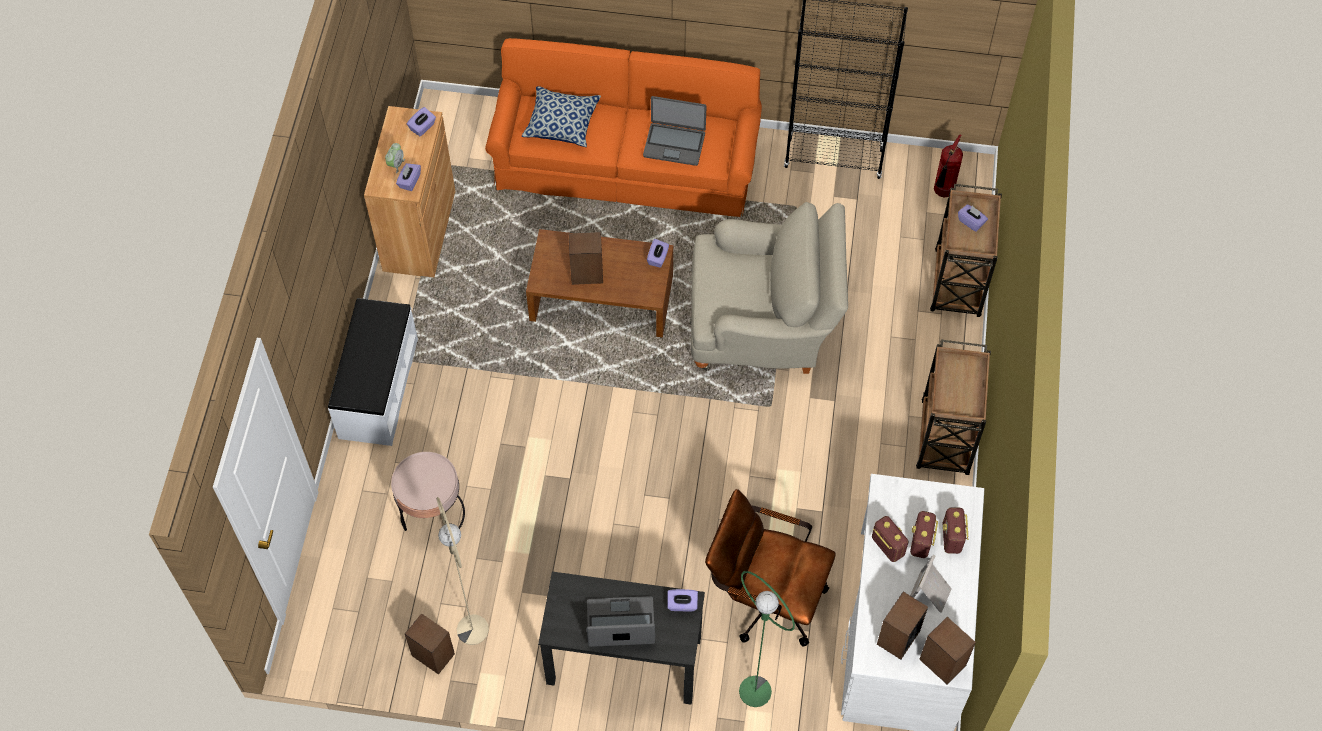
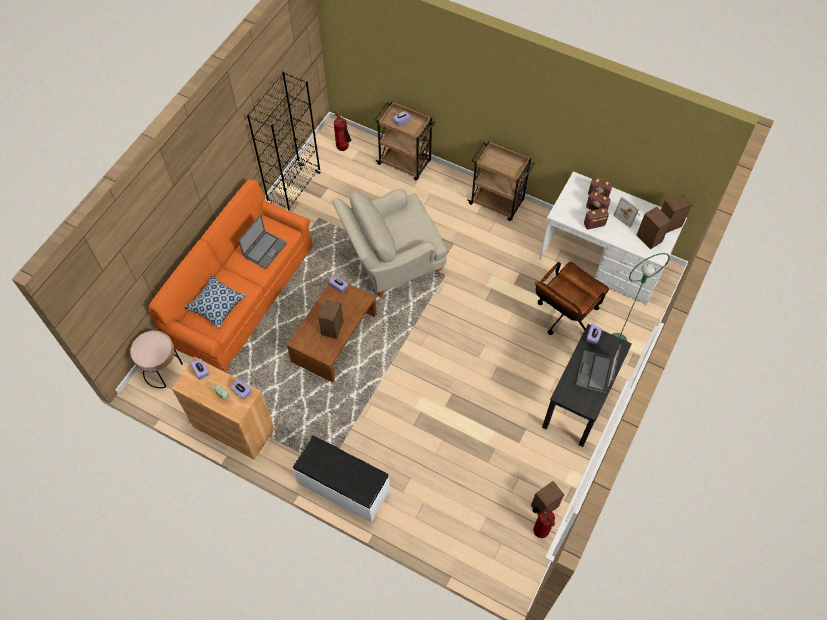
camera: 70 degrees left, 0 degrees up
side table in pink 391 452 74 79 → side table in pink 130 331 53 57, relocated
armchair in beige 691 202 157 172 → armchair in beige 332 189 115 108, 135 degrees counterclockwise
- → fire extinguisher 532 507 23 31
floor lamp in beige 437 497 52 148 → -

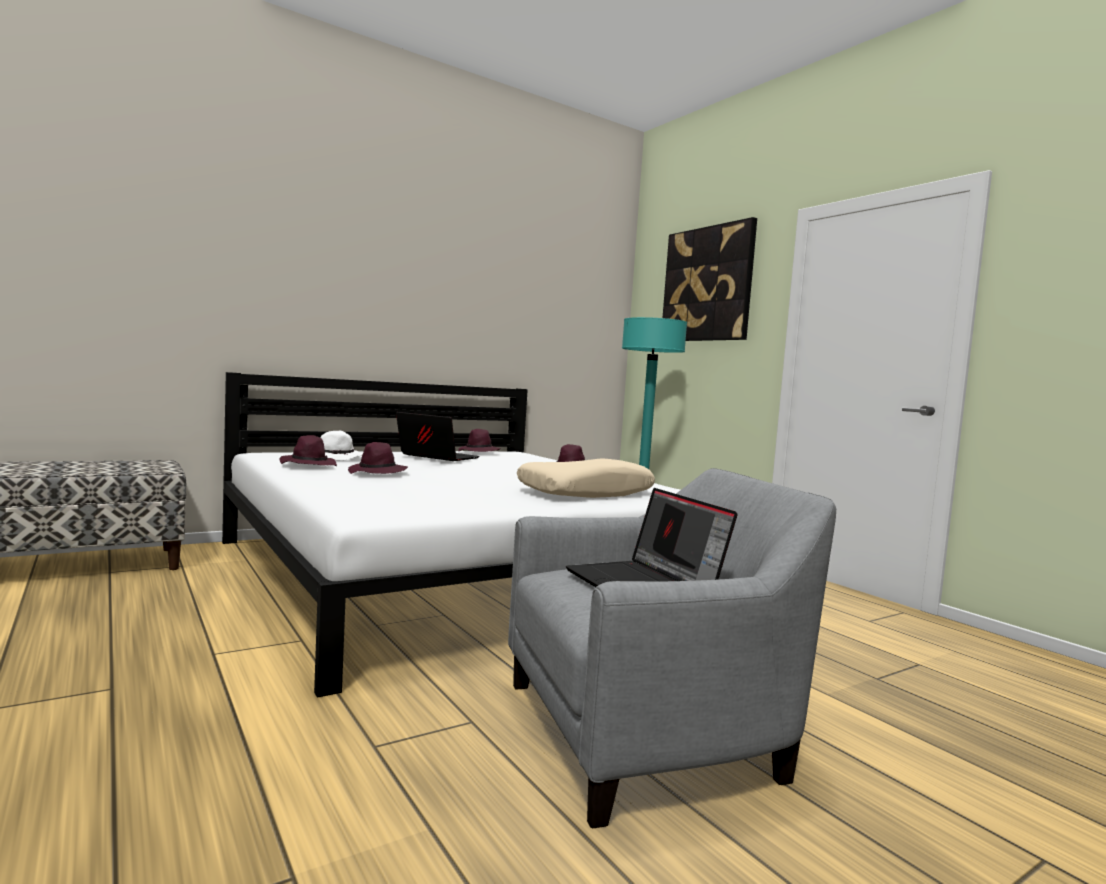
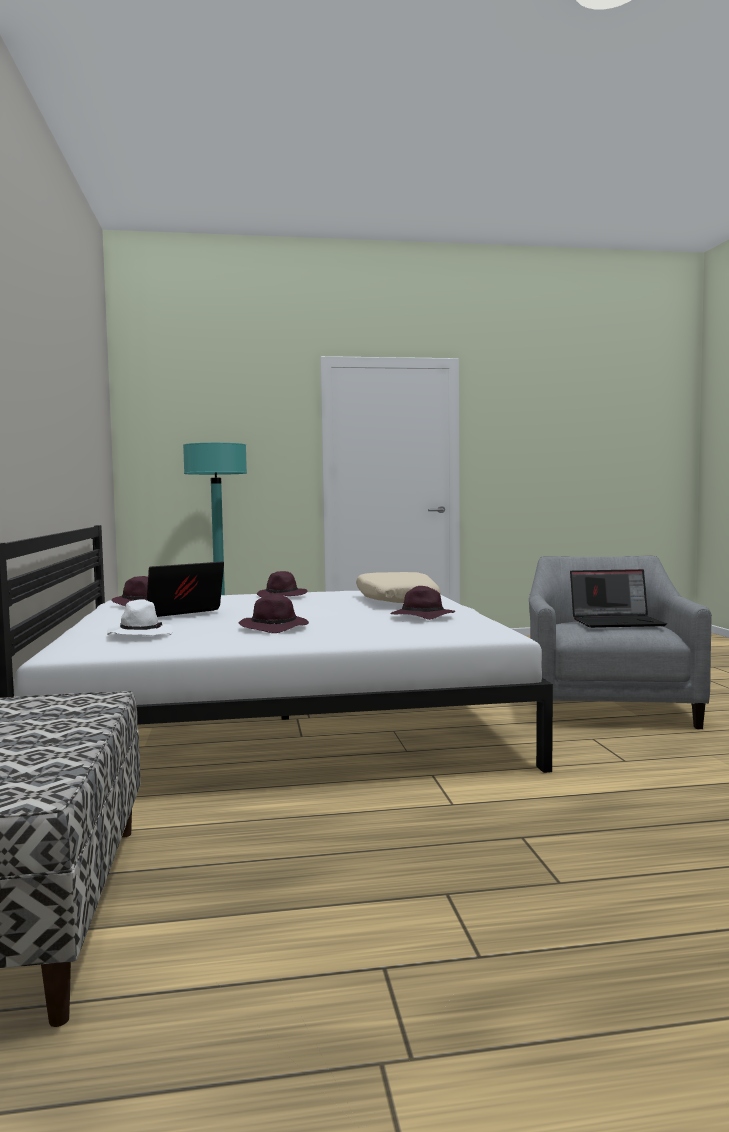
camera: 65 degrees left, 0 degrees up
hat in purple 280 435 57 31 → hat in purple 390 586 66 34, relocated
picture 662 217 95 124 → -

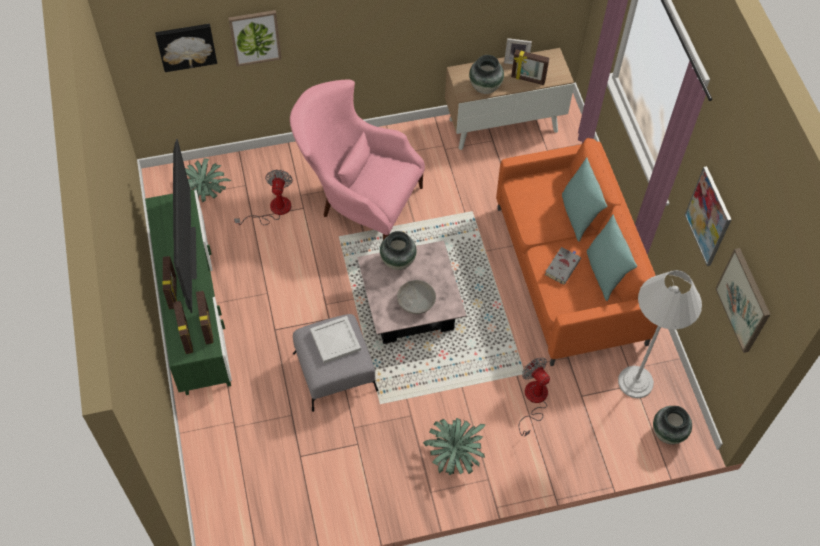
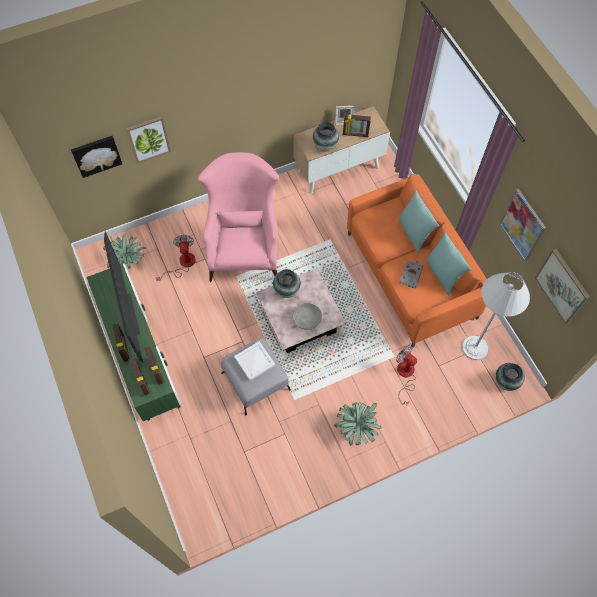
camera: 10 degrees left, 5 degrees up
armchair in pink 290 80 135 160 → armchair in pink 198 152 81 130, 75 degrees clockwise

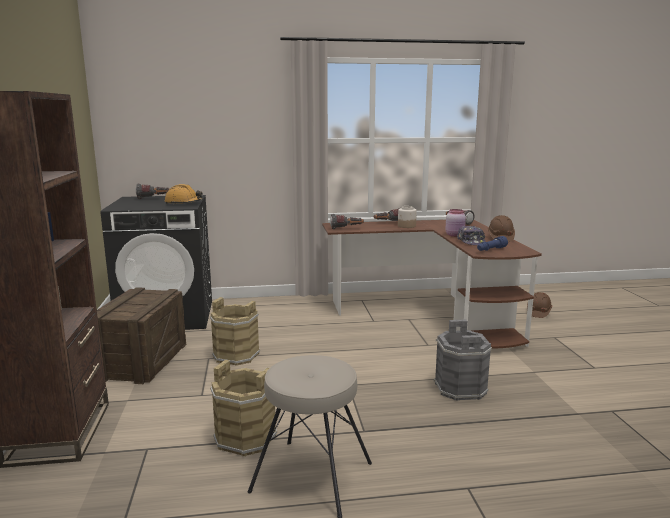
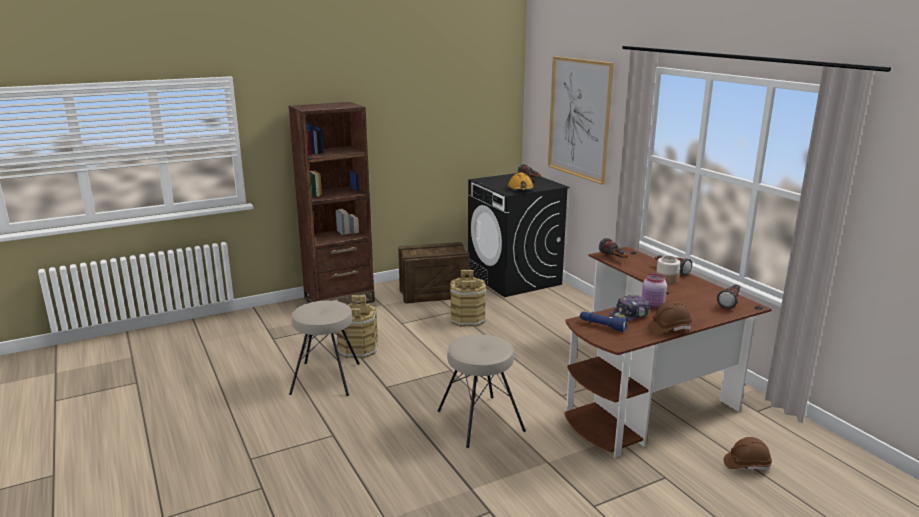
camera: 70 degrees right, 5 degrees up
bucket in grey 434 319 58 82 → stool in beige 438 334 88 114
- → picture 548 56 65 129

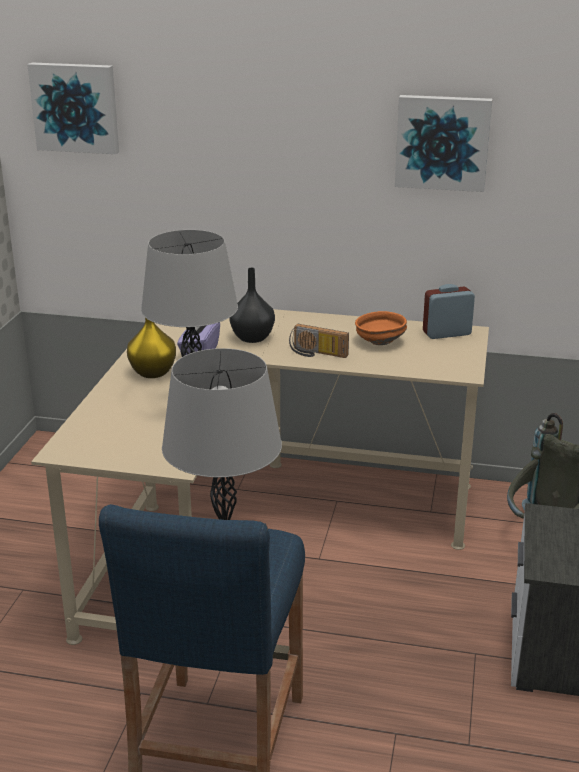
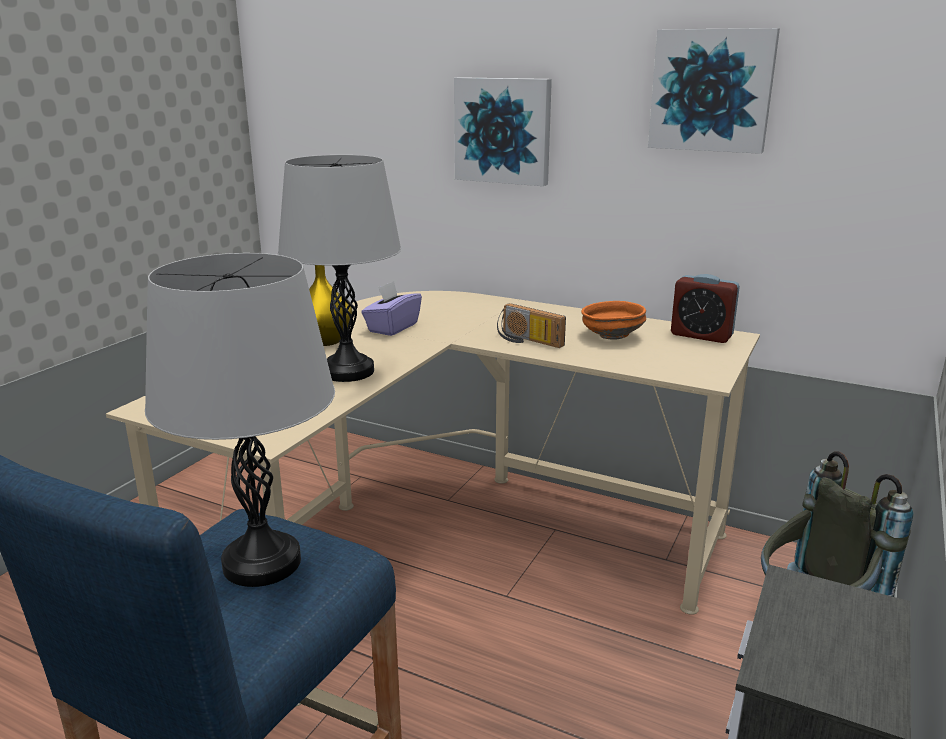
camera: 15 degrees right, 5 degrees down
picture 27 63 92 91 → picture 454 77 98 109, relocated
alarm clock 423 284 52 55 → alarm clock 671 274 69 69, 150 degrees counterclockwise
vase in black 229 268 46 75 → -

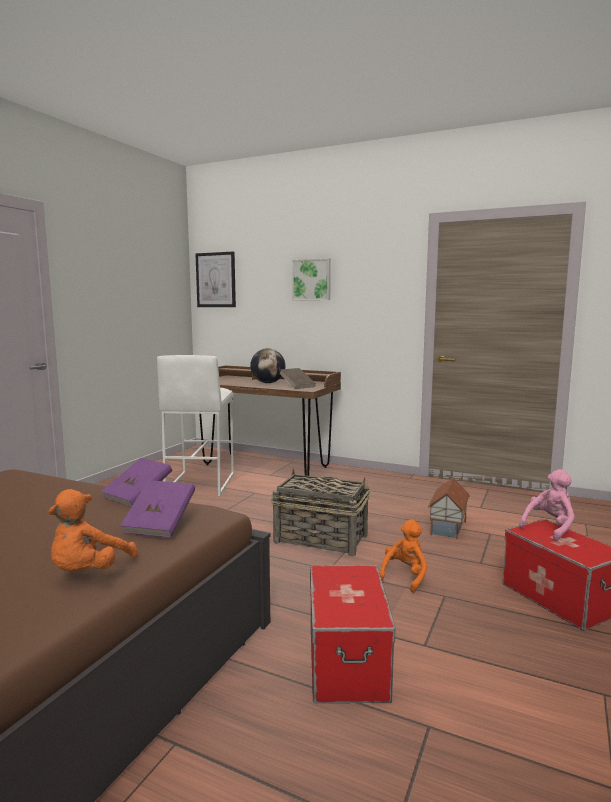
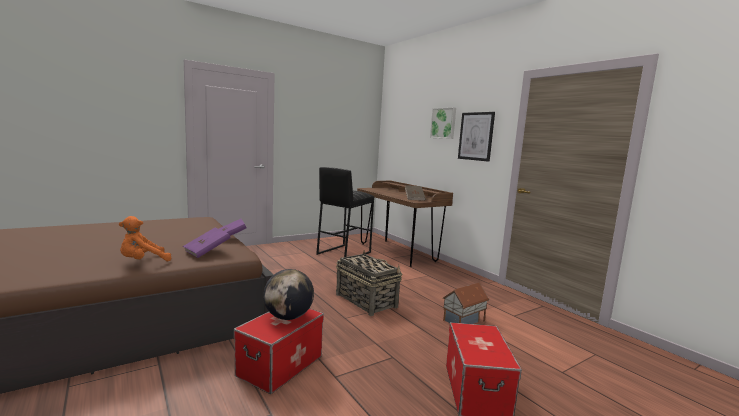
camera: 30 degrees right, 0 degrees up
globe 250 348 35 35 → globe 263 269 51 51, relocated
stool in white 157 355 77 141 → stool in black 316 167 58 90
picture 195 251 41 56 → picture 458 112 37 50, relocated
plush toy in orange 380 520 47 73 → -
plush toy in pink 519 469 56 72 → -

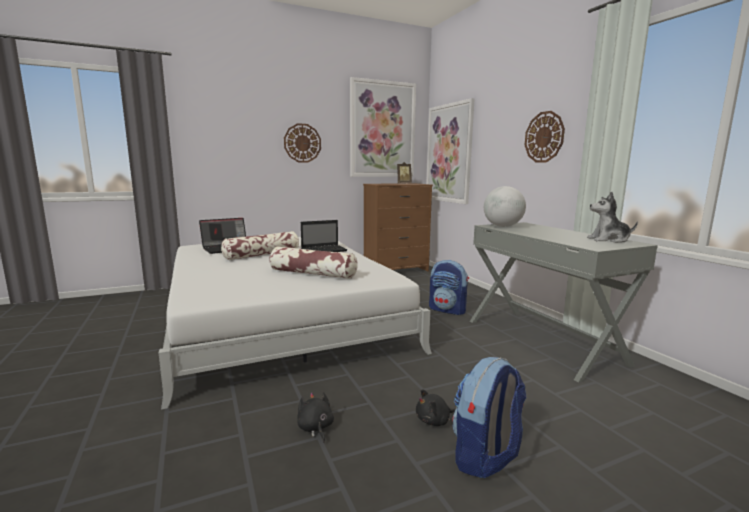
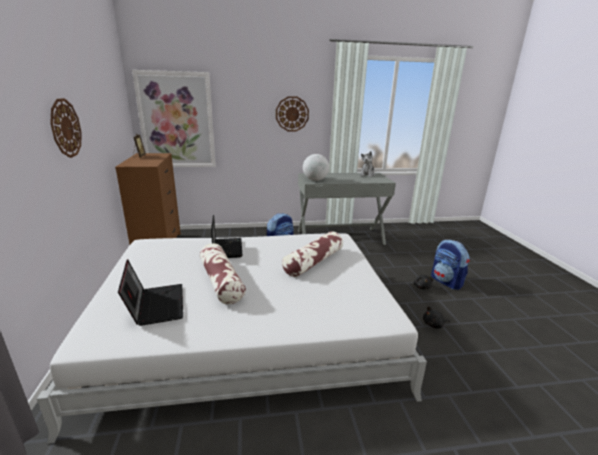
camera: 75 degrees left, 10 degrees up
picture 350 77 66 100 → -

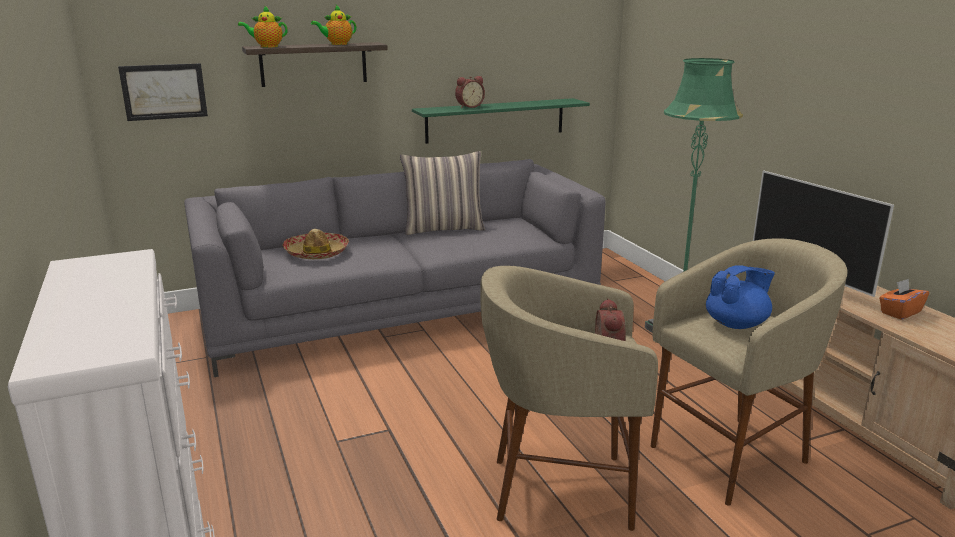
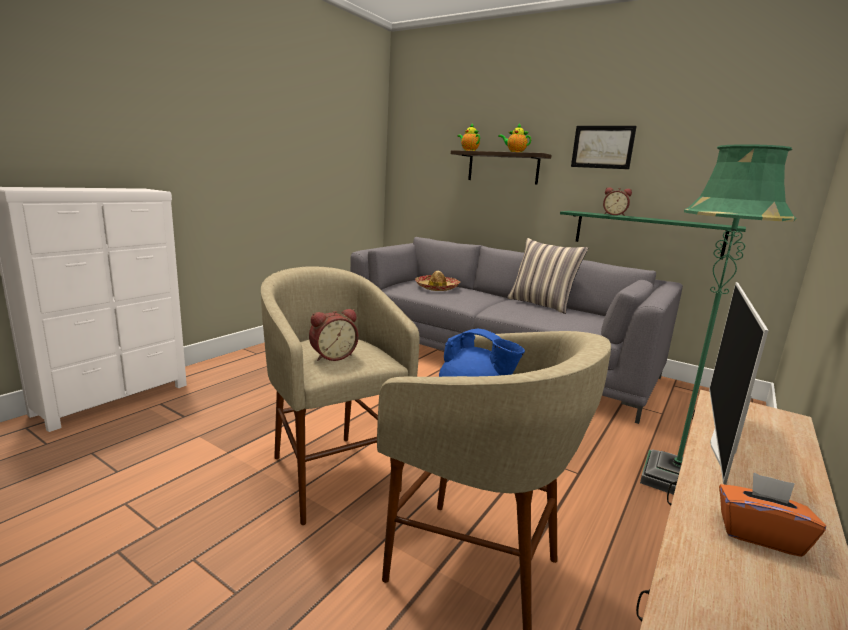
camera: 55 degrees right, 5 degrees down
picture 118 63 90 58 → picture 571 126 66 43, relocated

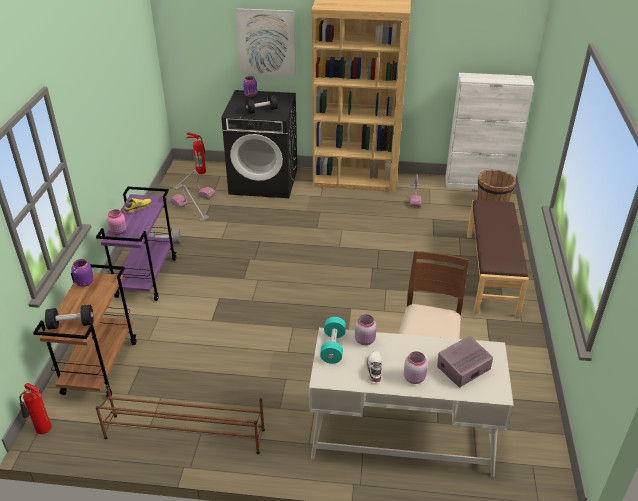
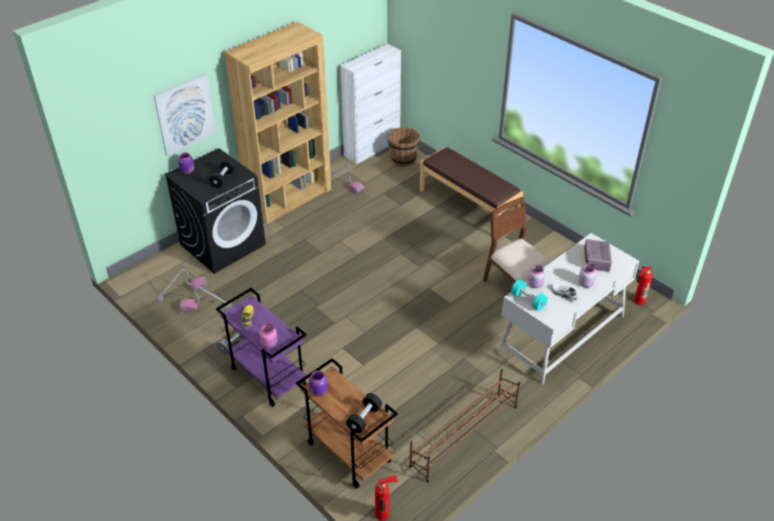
camera: 50 degrees left, 5 degrees up
fire extinguisher 186 132 20 42 → fire extinguisher 634 266 19 39, relocated

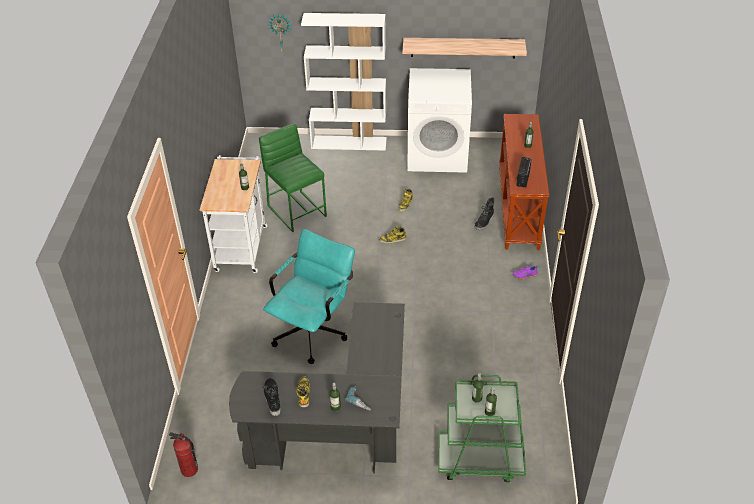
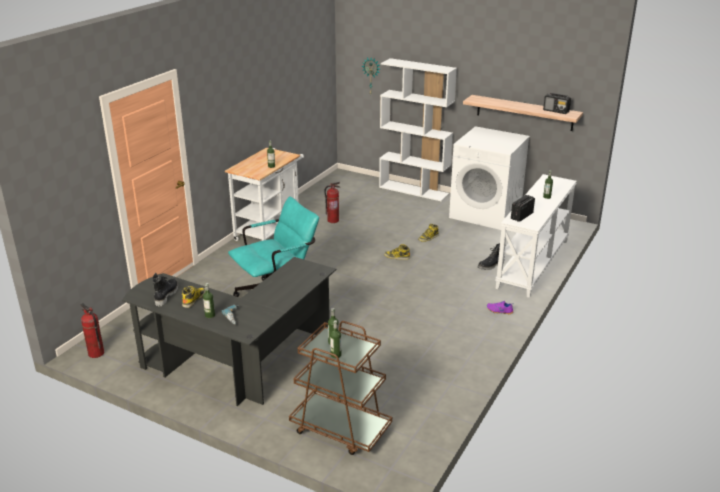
camera: 25 degrees right, 15 degrees down
cart in green 438 375 88 107 → cart in brown 289 321 103 134
stool in green 259 123 68 109 → fire extinguisher 324 182 17 41
console table in brown 499 114 50 136 → console table in white 495 174 82 124
- → radio 543 93 28 21

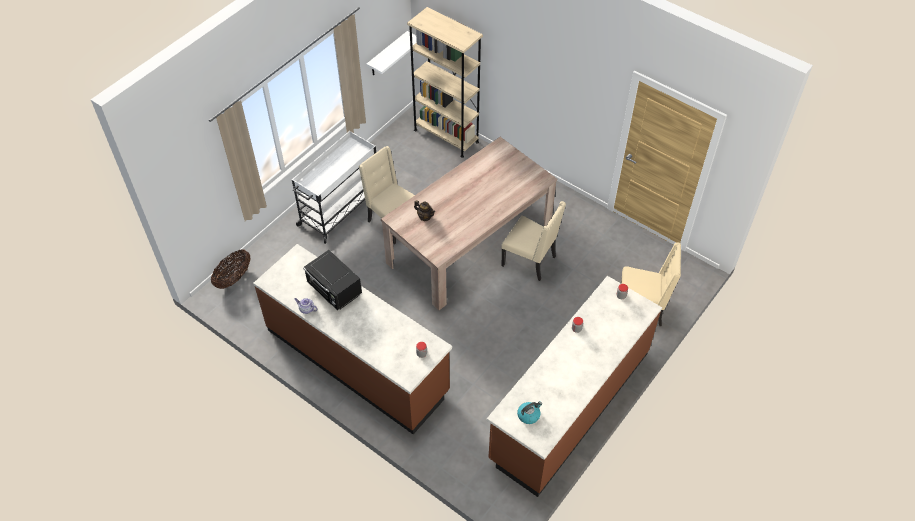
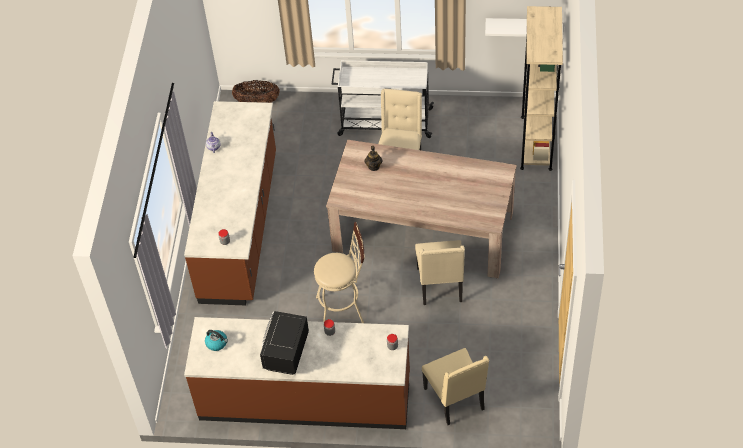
camera: 60 degrees right, 0 degrees up
microwave in black 303 250 59 60 → microwave in black 260 311 49 64, relocated
- → stool in beige 314 222 51 101

